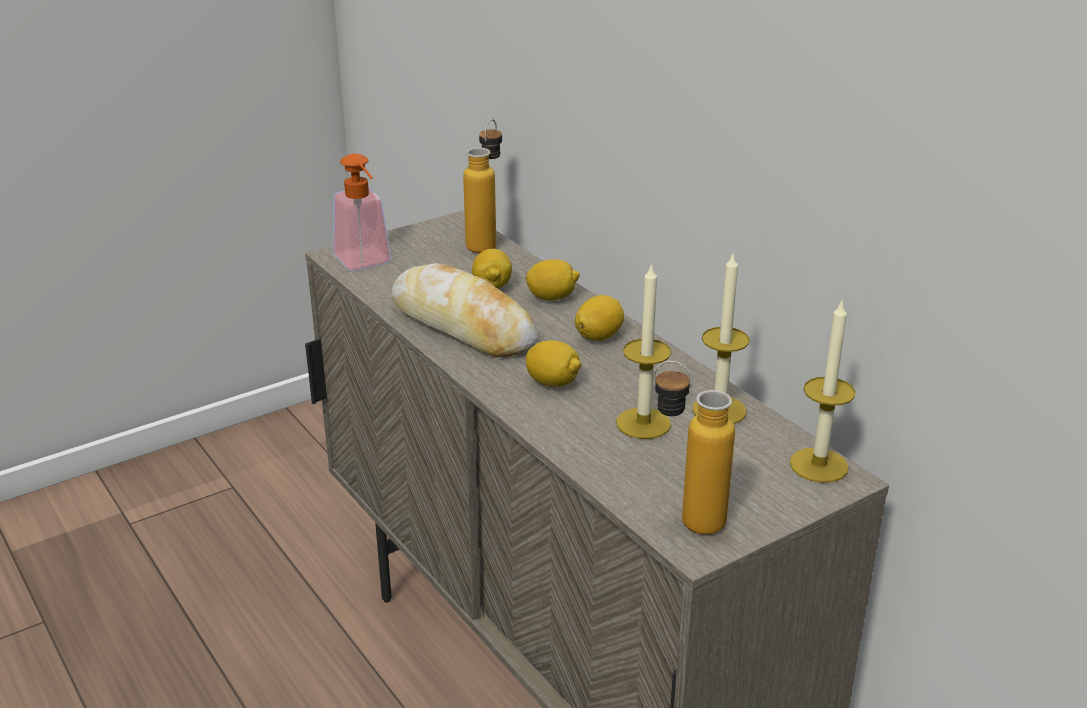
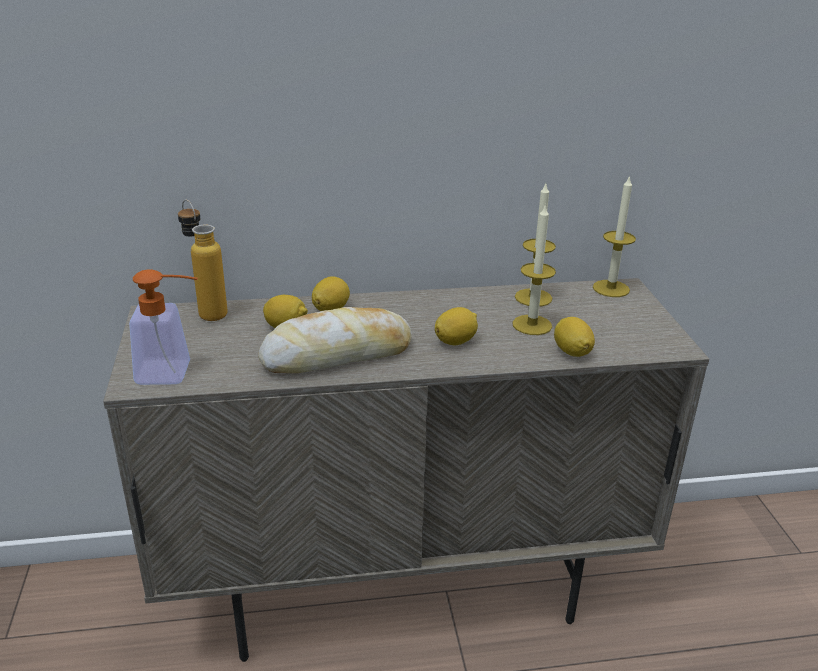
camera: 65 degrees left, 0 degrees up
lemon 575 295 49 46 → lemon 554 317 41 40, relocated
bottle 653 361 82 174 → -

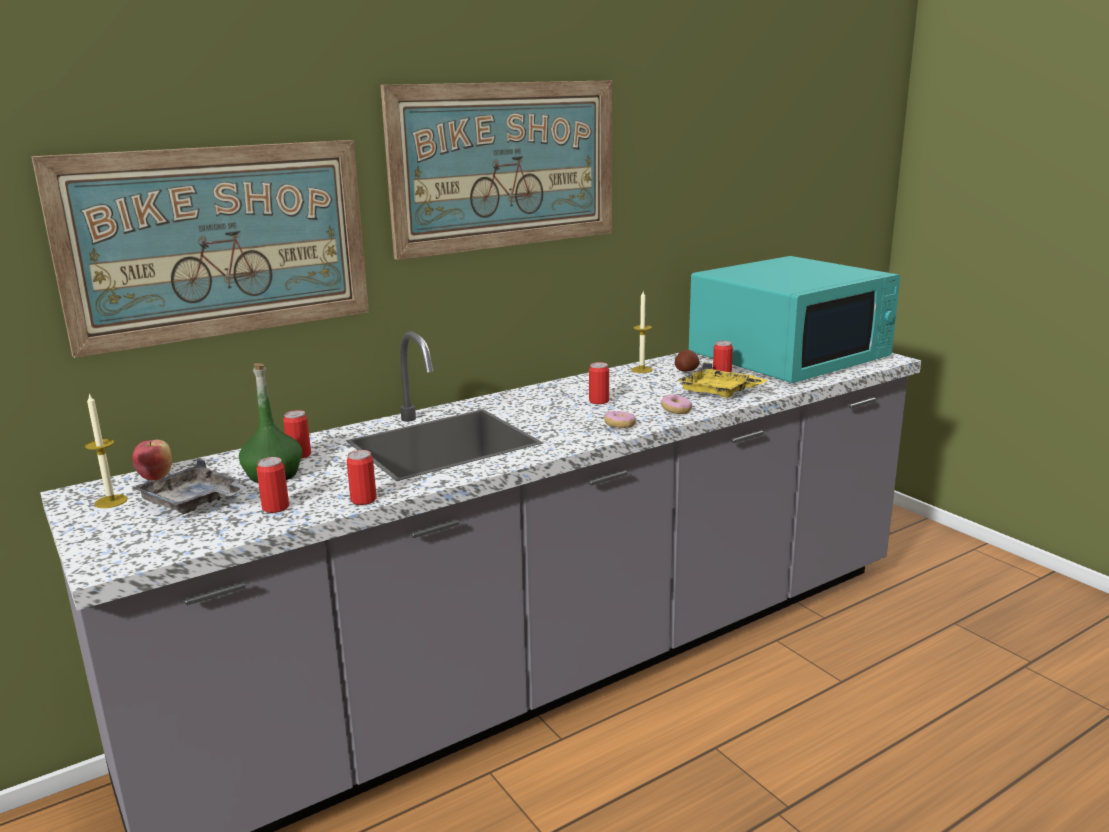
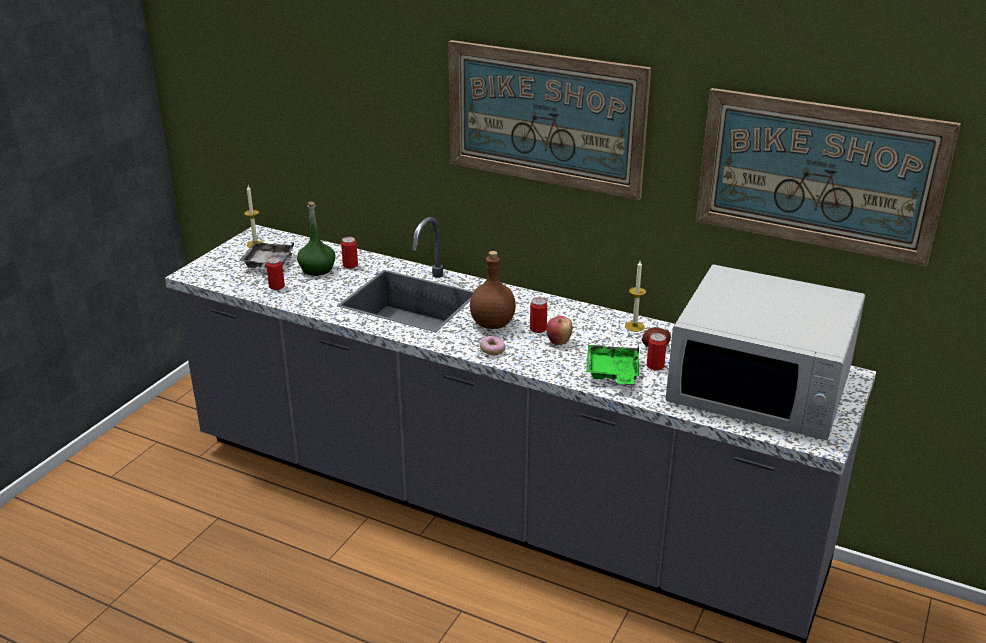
camera: 60 degrees right, 10 degrees up
- → bottle in brown 470 251 46 78
apple 132 440 40 41 → apple 546 316 27 29, relocated
tray in yellow 677 362 91 36 → tray in green 586 345 53 39
microwave in turquoise 689 256 211 127 → microwave in white 666 265 199 175
picture 32 140 337 218 → picture 696 88 265 178, relocated
can 347 450 30 55 → -
donut 661 395 31 19 → -

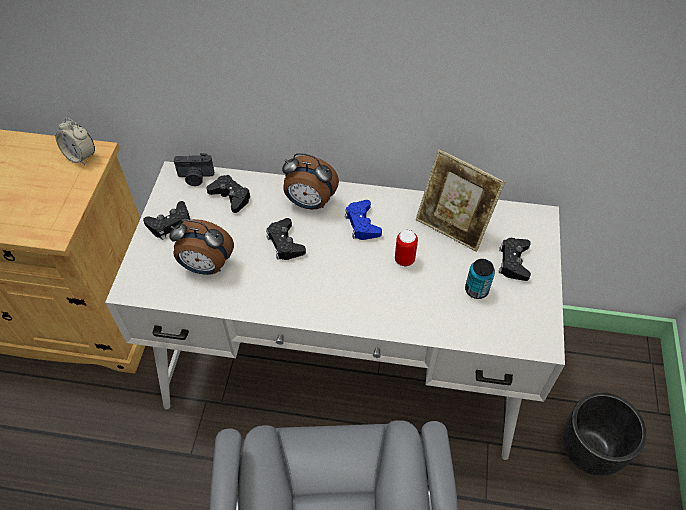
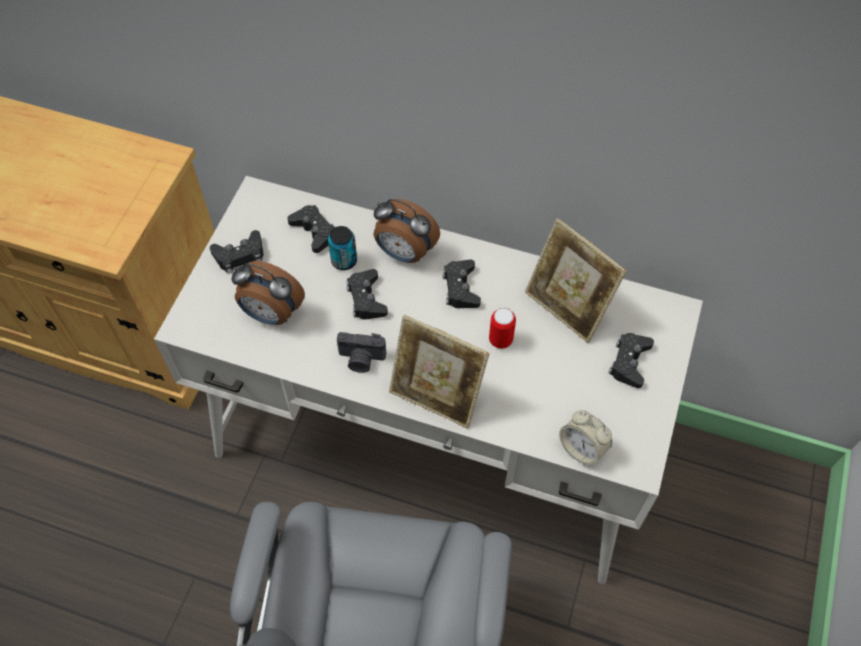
camera: 10 degrees right, 5 degrees up
can 465 259 30 40 → can 328 226 29 44, relocated
photo camera 174 153 40 33 → photo camera 337 332 49 41, relocated
- → picture frame 389 315 101 114
game controller in blue 345 200 37 40 → game controller in black 442 259 39 49
alarm clock 56 118 39 47 → alarm clock 559 410 53 55, relocated
planter in black 562 392 85 84 → -

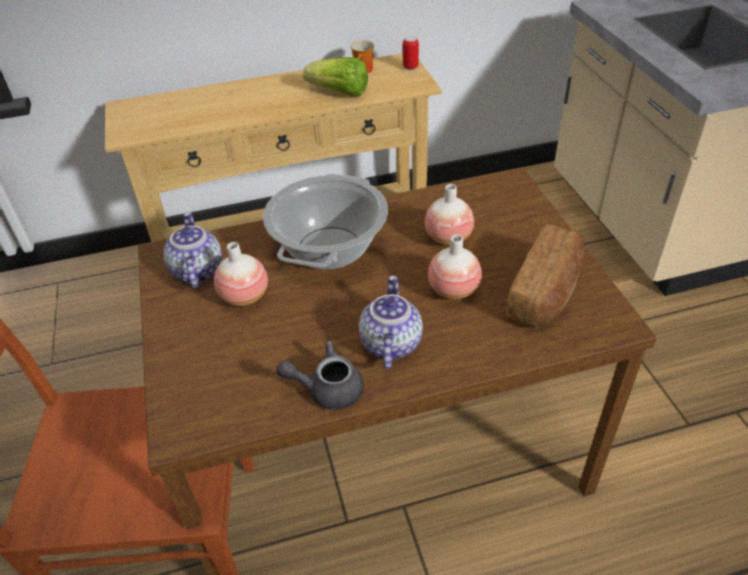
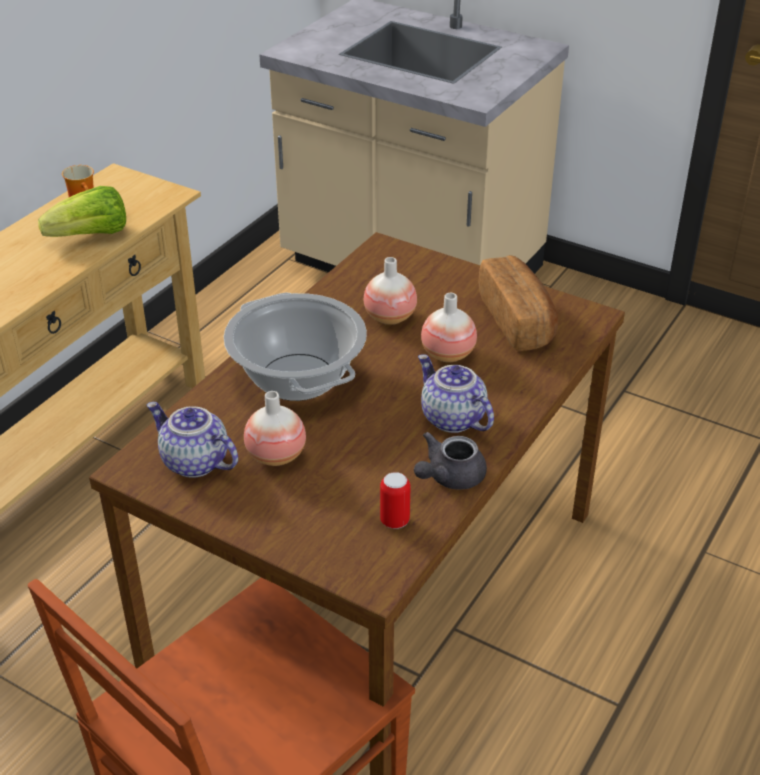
camera: 45 degrees left, 5 degrees down
can 403 36 16 34 → can 380 472 31 57, relocated

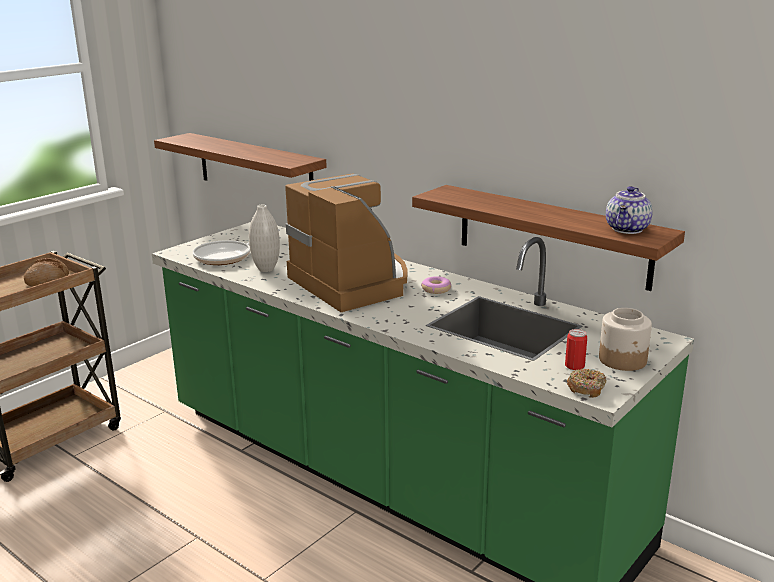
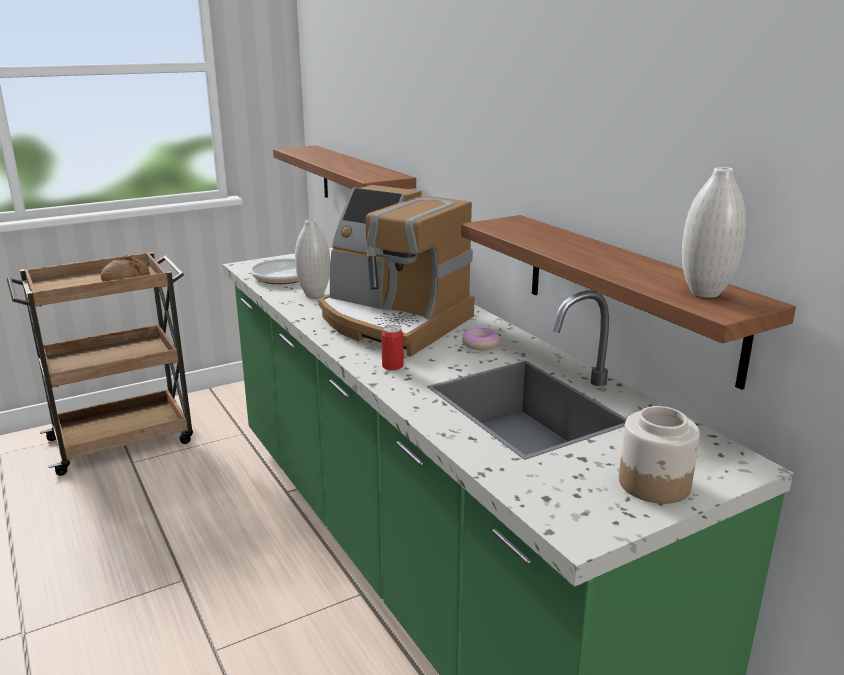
camera: 20 degrees right, 0 degrees up
coffee machine 285 173 123 139 → coffee machine 318 185 157 172, 135 degrees clockwise
can 565 329 22 41 → can 381 325 23 45, relocated
teapot 606 186 47 48 → vase in white 682 167 64 131
donut 567 368 39 30 → -

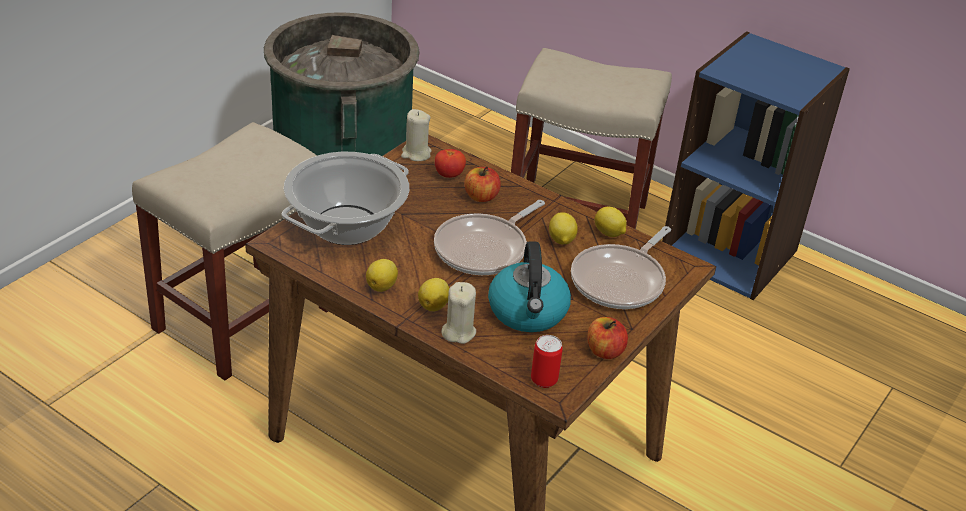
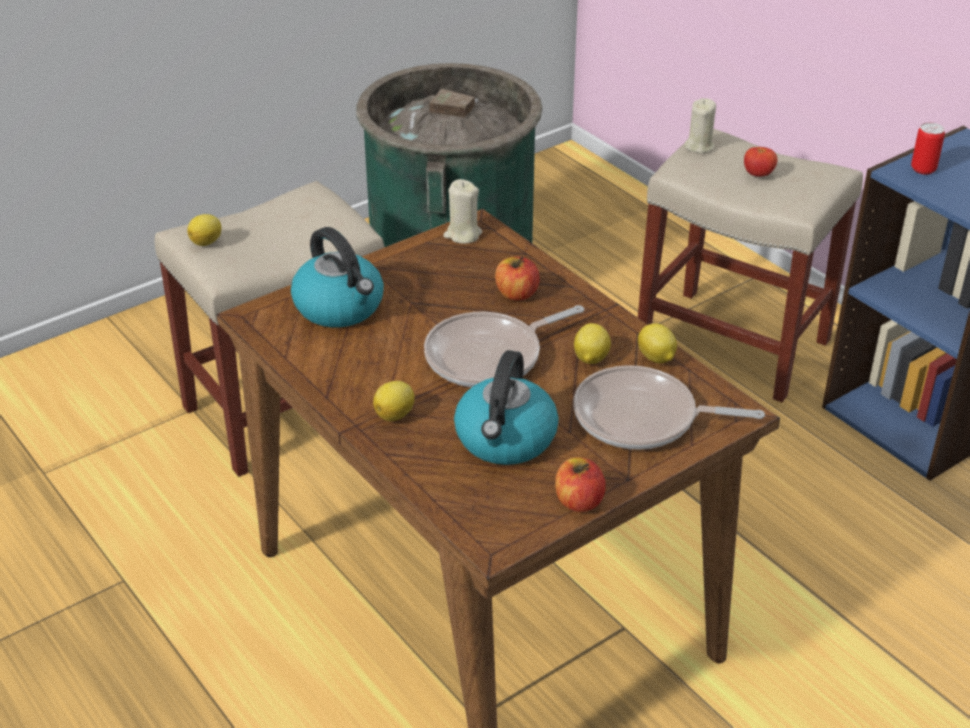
camera: 20 degrees right, 0 degrees up
lemon 366 259 32 33 → lemon 187 214 34 32, relocated
cooking pot 281 152 128 93 → kettle 291 227 93 100
frying pan 571 226 100 83 → frying pan 573 365 192 85, 45 degrees clockwise
candle in beige 442 282 34 62 → candle in beige 684 98 32 56, relocated
tomato 435 149 31 29 → tomato 744 147 34 30, relocated
can 531 335 32 53 → can 911 123 34 52, relocated

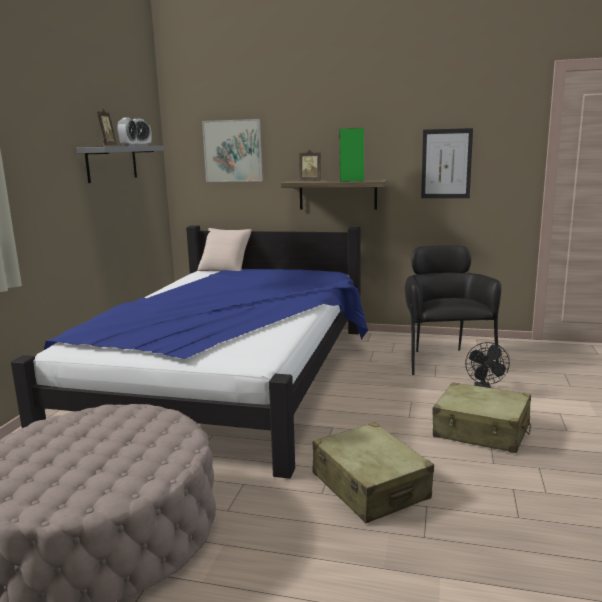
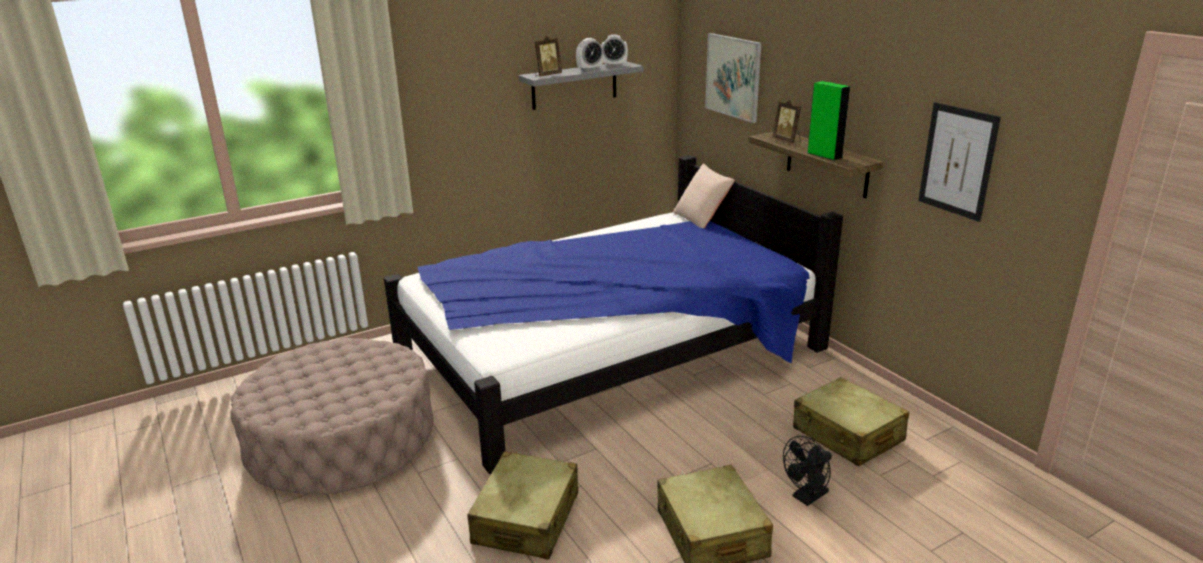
camera: 45 degrees right, 10 degrees up
armchair in black 405 245 96 130 → suitcase in beige 793 377 116 90

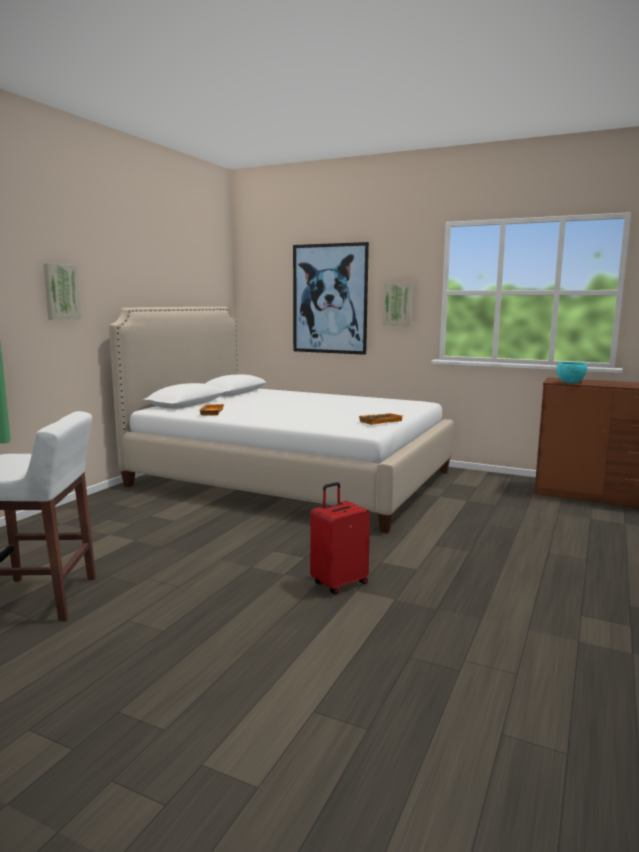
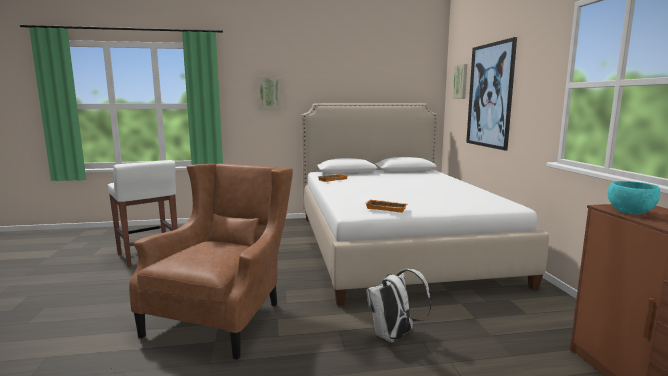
camera: 55 degrees right, 0 degrees up
suitcase in red 310 482 60 112 → armchair in brown 129 164 164 196
- → backpack in white 366 269 65 73
picture 383 283 30 43 → picture 452 64 16 35, relocated

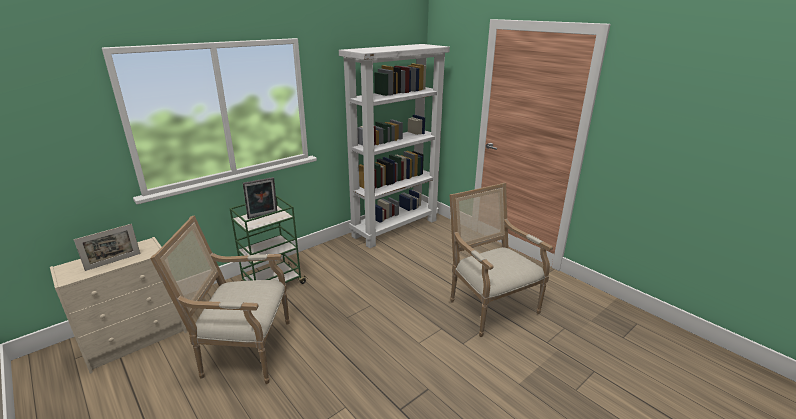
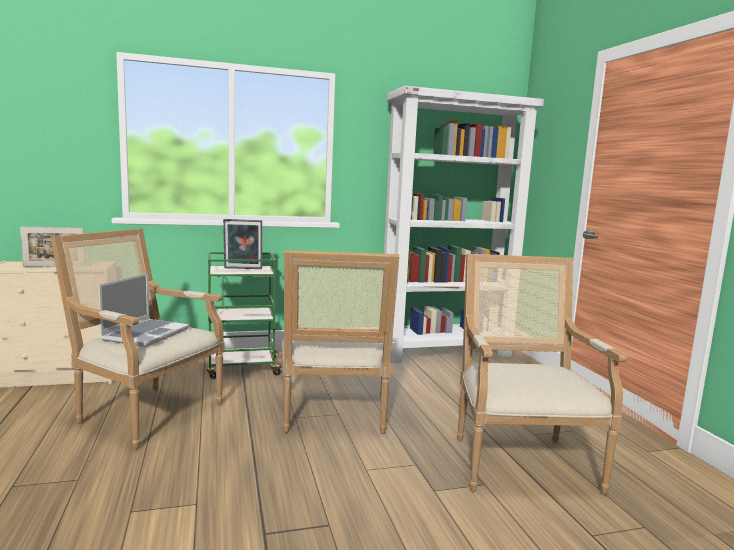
camera: 25 degrees right, 15 degrees down
- → laptop 98 273 91 74
- → armchair 282 250 117 184

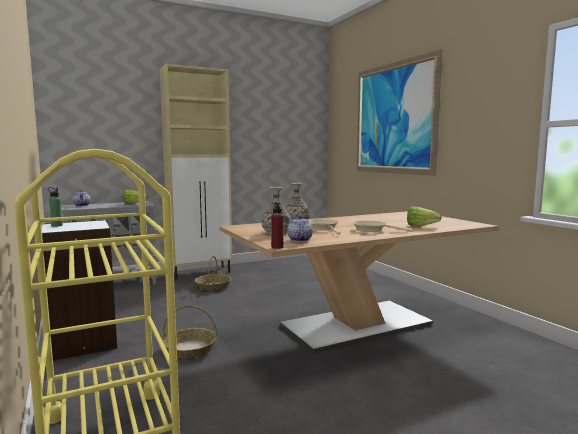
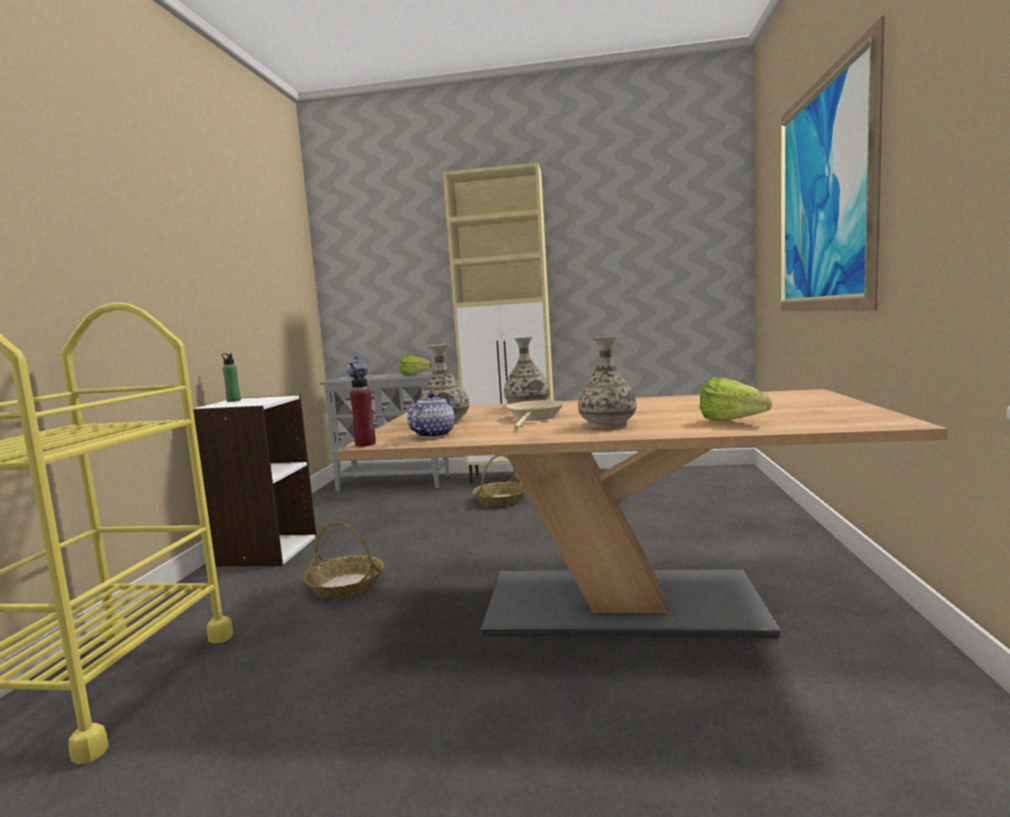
camera: 35 degrees right, 0 degrees up
frying pan in beige 353 221 60 11 → vase 578 336 58 92

